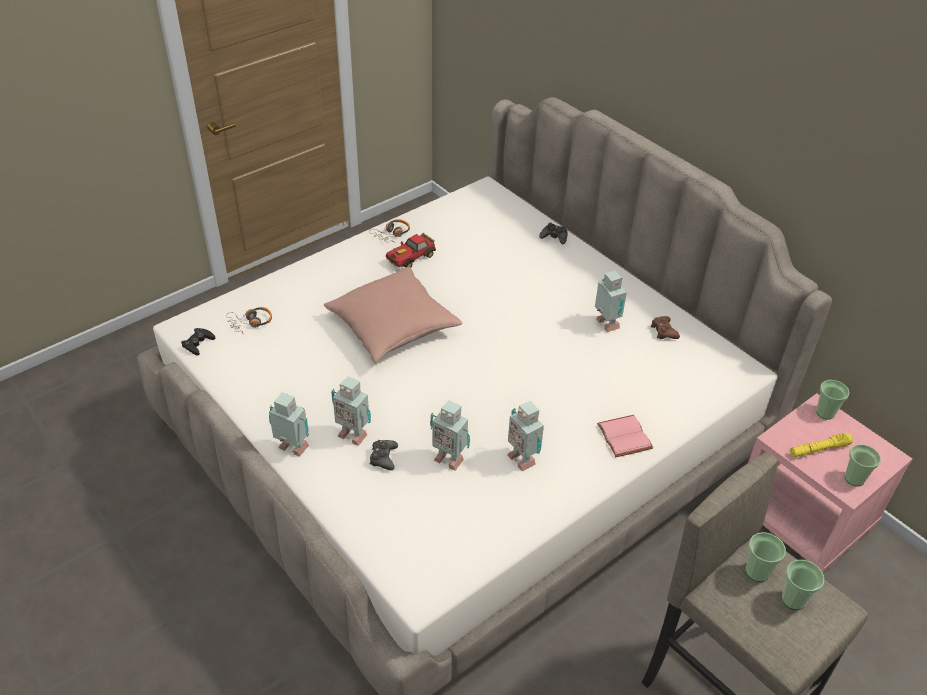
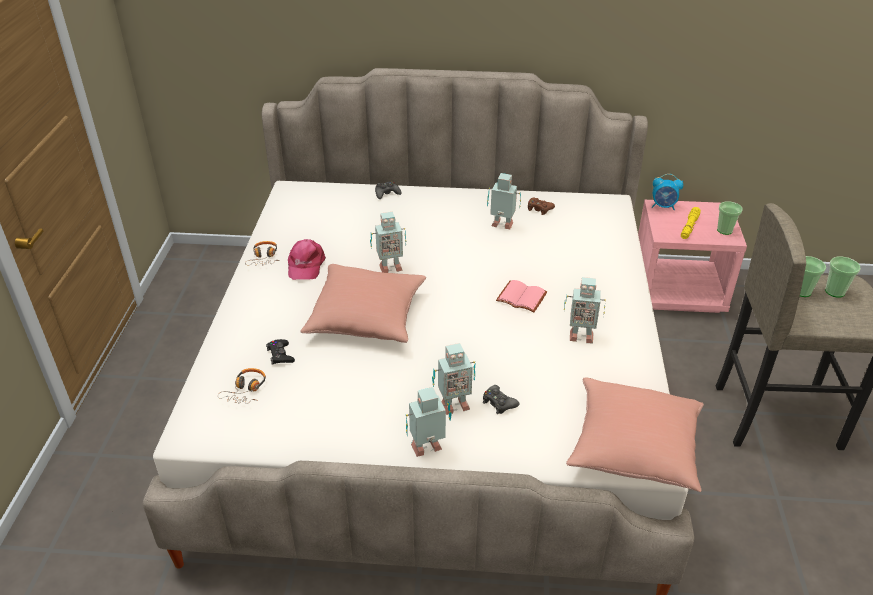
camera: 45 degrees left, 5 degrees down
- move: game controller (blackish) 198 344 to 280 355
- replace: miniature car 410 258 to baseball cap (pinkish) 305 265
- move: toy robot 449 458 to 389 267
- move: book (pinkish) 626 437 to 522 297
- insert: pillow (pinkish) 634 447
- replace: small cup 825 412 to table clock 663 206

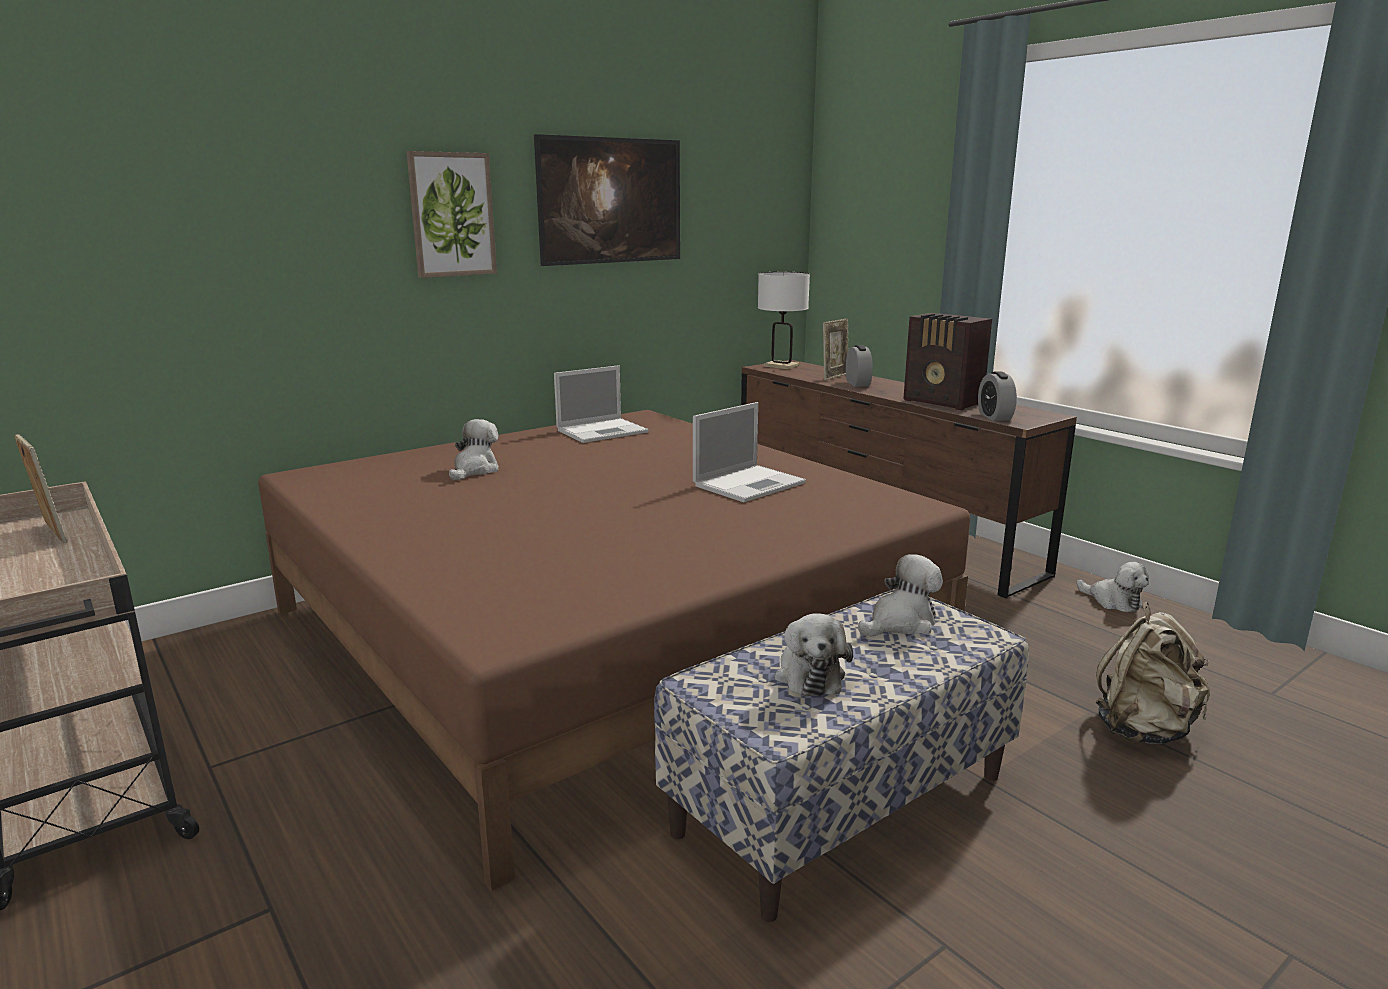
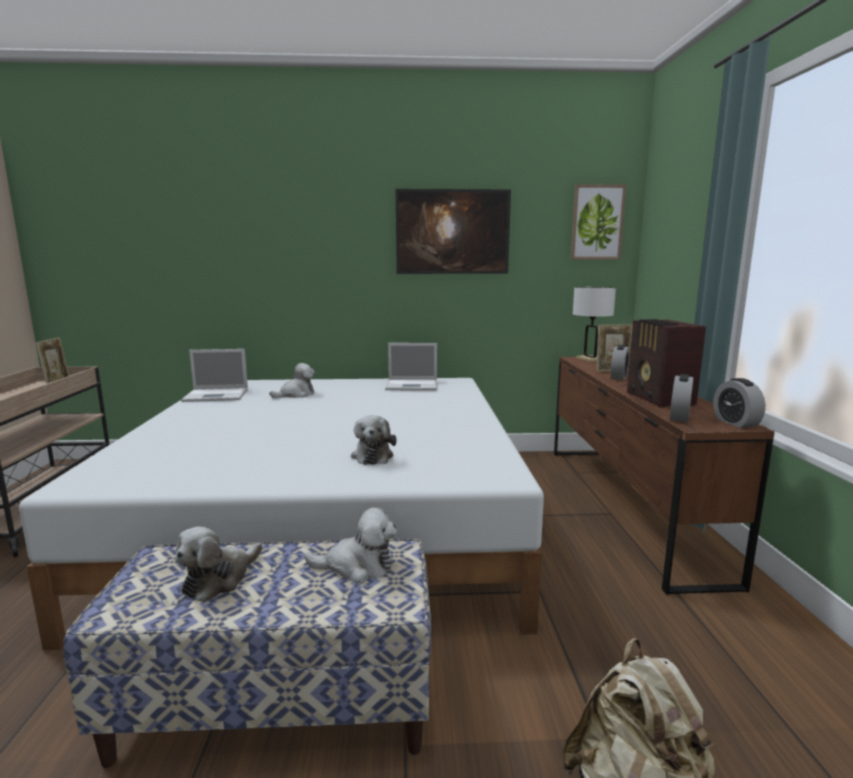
camera: 35 degrees right, 5 degrees down
- recolor: bedroom bed (brownish) 600 635 to bedroom bed (white-coloured) 329 519
- move: portable computer 750 484 to 217 395
- move: soft toy 1113 601 to 372 455
- move: picture 452 215 to 597 222
- insert: table clock 735 423

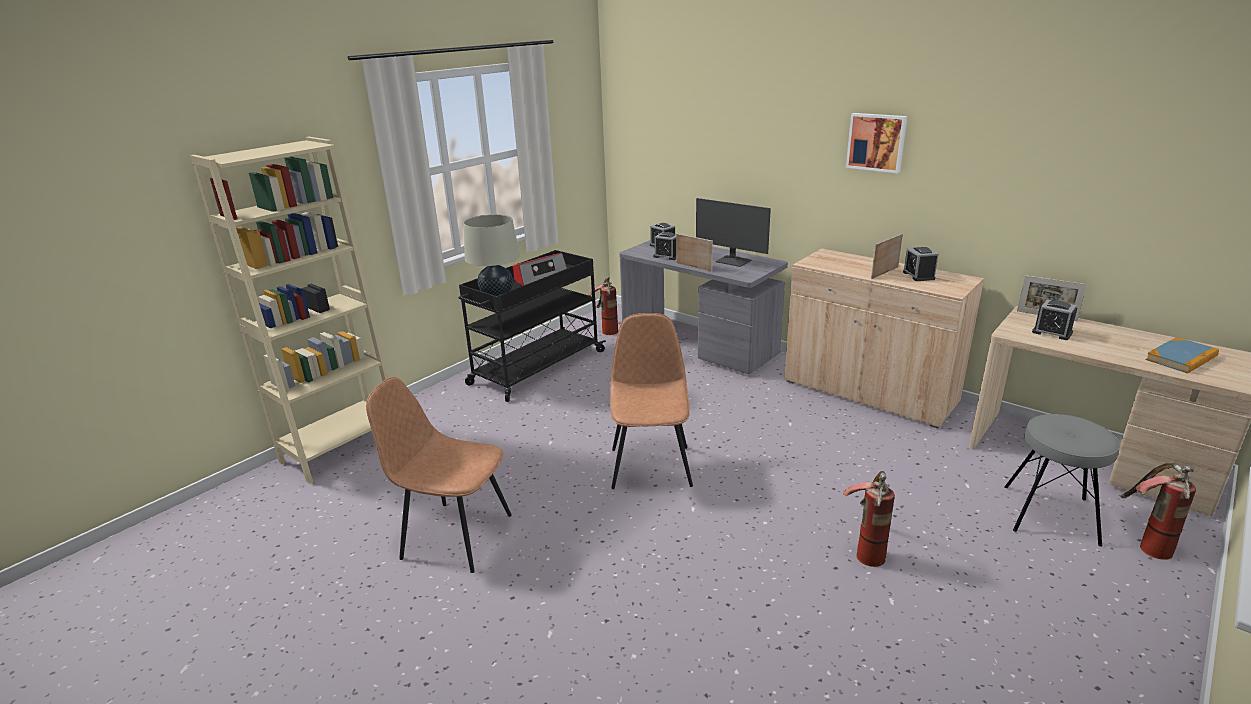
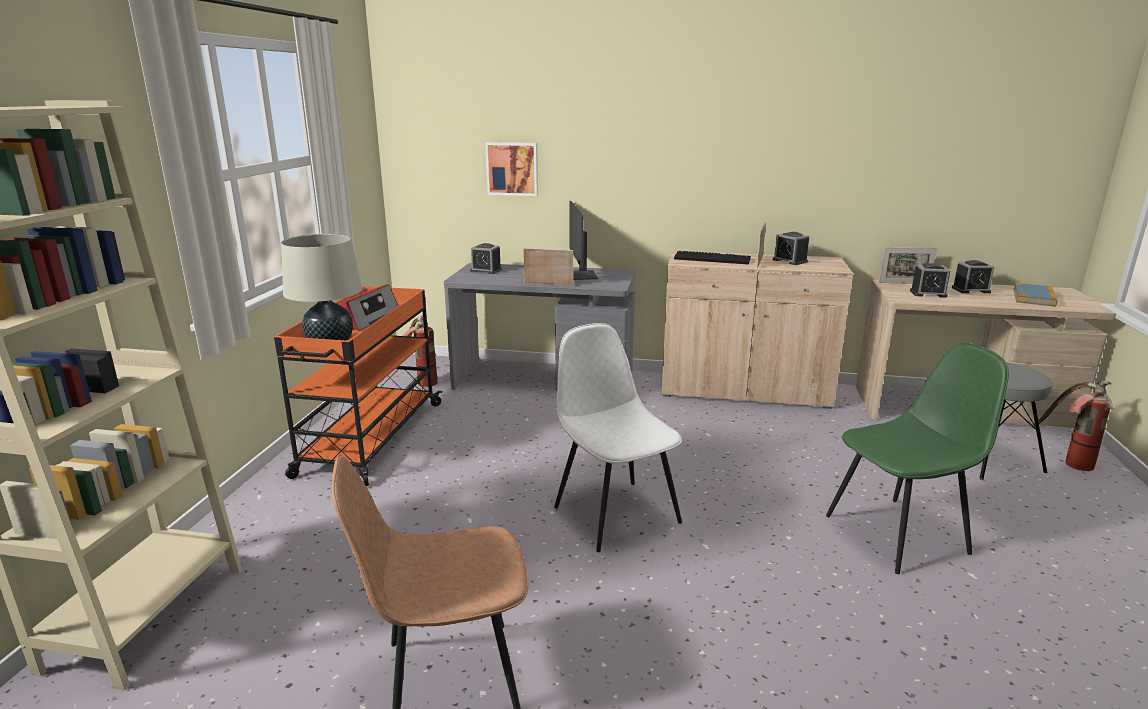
camera: 30 degrees left, 5 degrees down
- recolor: wheeled cart (blackish) 536 368 to wheeled cart (orangey) 370 439
- move: picture 876 142 to 512 168
- recolor: chair (brownish) 651 465 to chair (white-coloured) 615 513
- rotate: computer display 733 261 = 581 275 75 degrees clockwise
- insert: PC keyboard 713 259
- replace: fire extinguisher 865 549 to chair (green-coloured) 899 534
- move: table clock 667 256 to 970 290

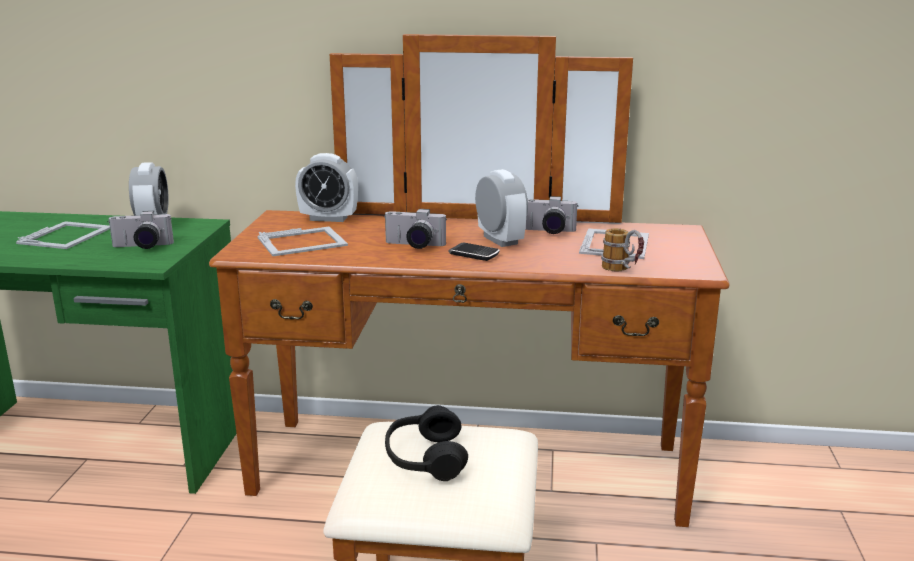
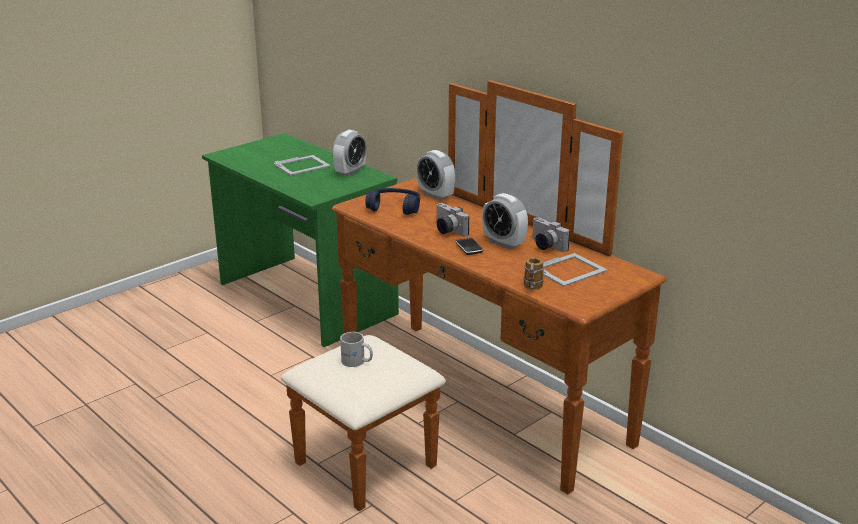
camera: 40 degrees right, 5 degrees up
- replace: pair of headphones (blackish) 425 458 to mug (white-coloured) 356 362
- replace: picture frame 303 241 to pair of headphones (blue-coloured) 394 208
- rotate: table clock 500 240 = 504 243 120 degrees clockwise
- delete: still camera 142 247

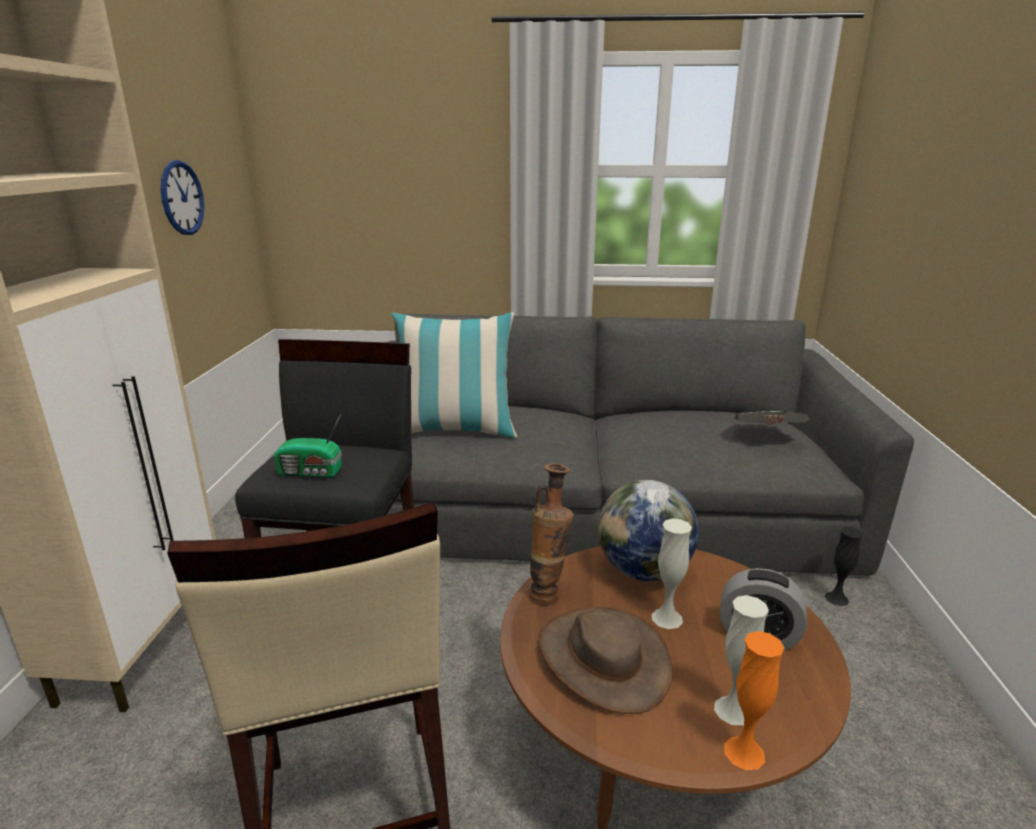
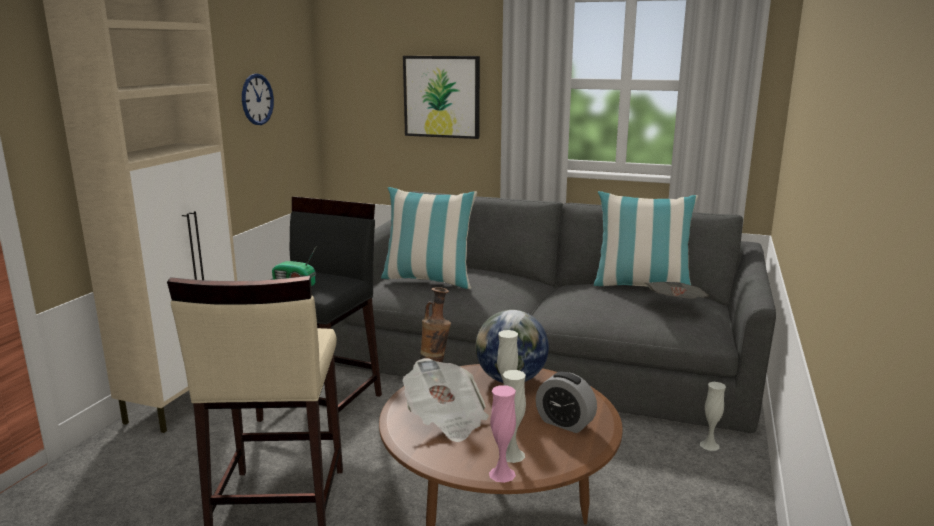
camera: 15 degrees right, 5 degrees down
- insert: picture 442 97
- replace: hat (brownish) 603 659 to printed paper 446 419
- recolor: flower vase (orangey) 744 752 to flower vase (pinkish) 502 474
- insert: pillow 641 286
- recolor: flower vase (blackish) 836 598 to flower vase (white-coloured) 709 445

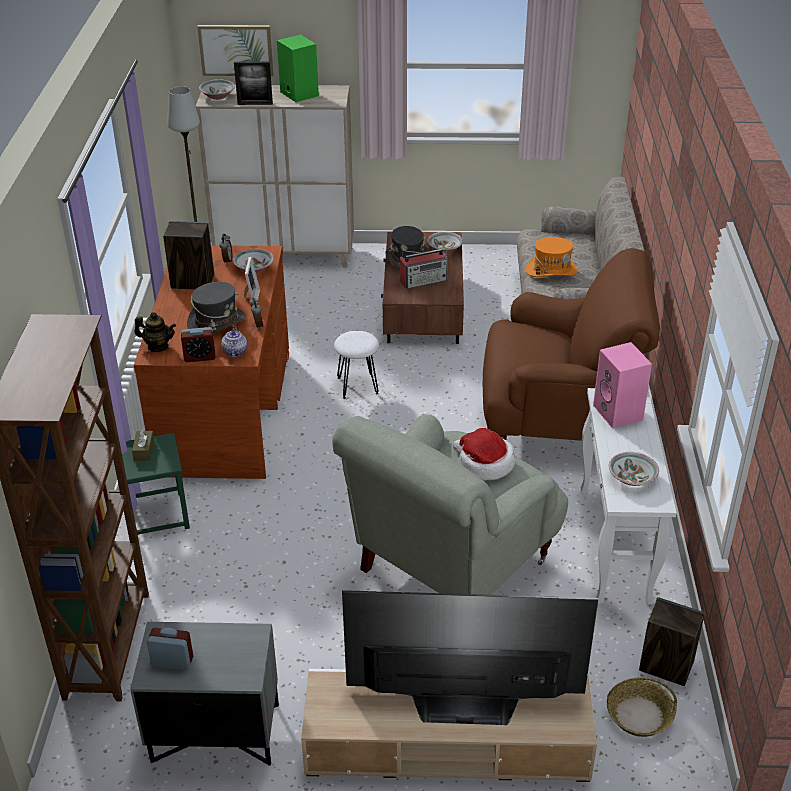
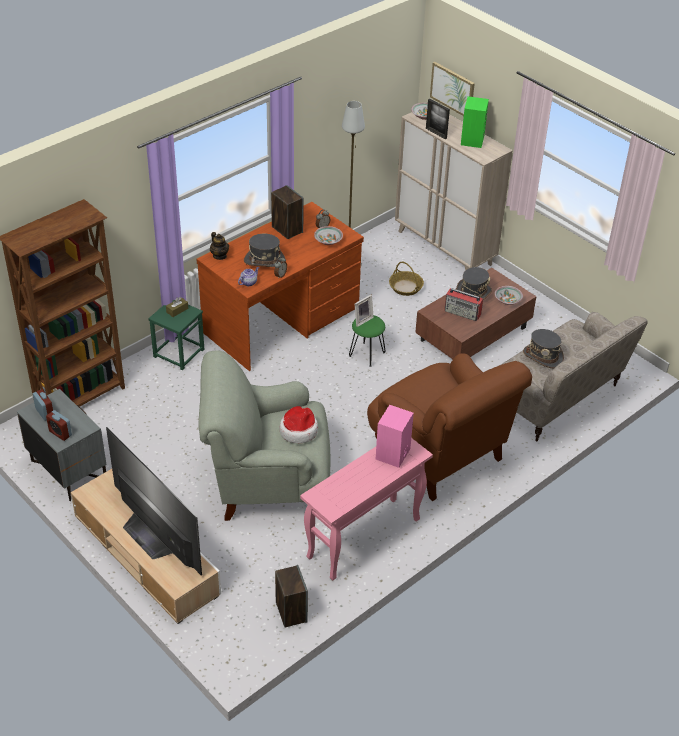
camera: 45 degrees right, 5 degrees up
- move: table clock 199 357 to 60 433
- recolor: hall table (white-coloured) 615 546 to hall table (pinkish) 363 539
- recolor: stool (white-coloured) 357 386 to stool (green-coloured) 366 354
- move: picture frame 250 298 to 362 320
- move: household basket 639 715 to 406 287
- recolor: hat (orangey) 551 271 to hat (greyish) 543 356
- delete: deep dish 632 478

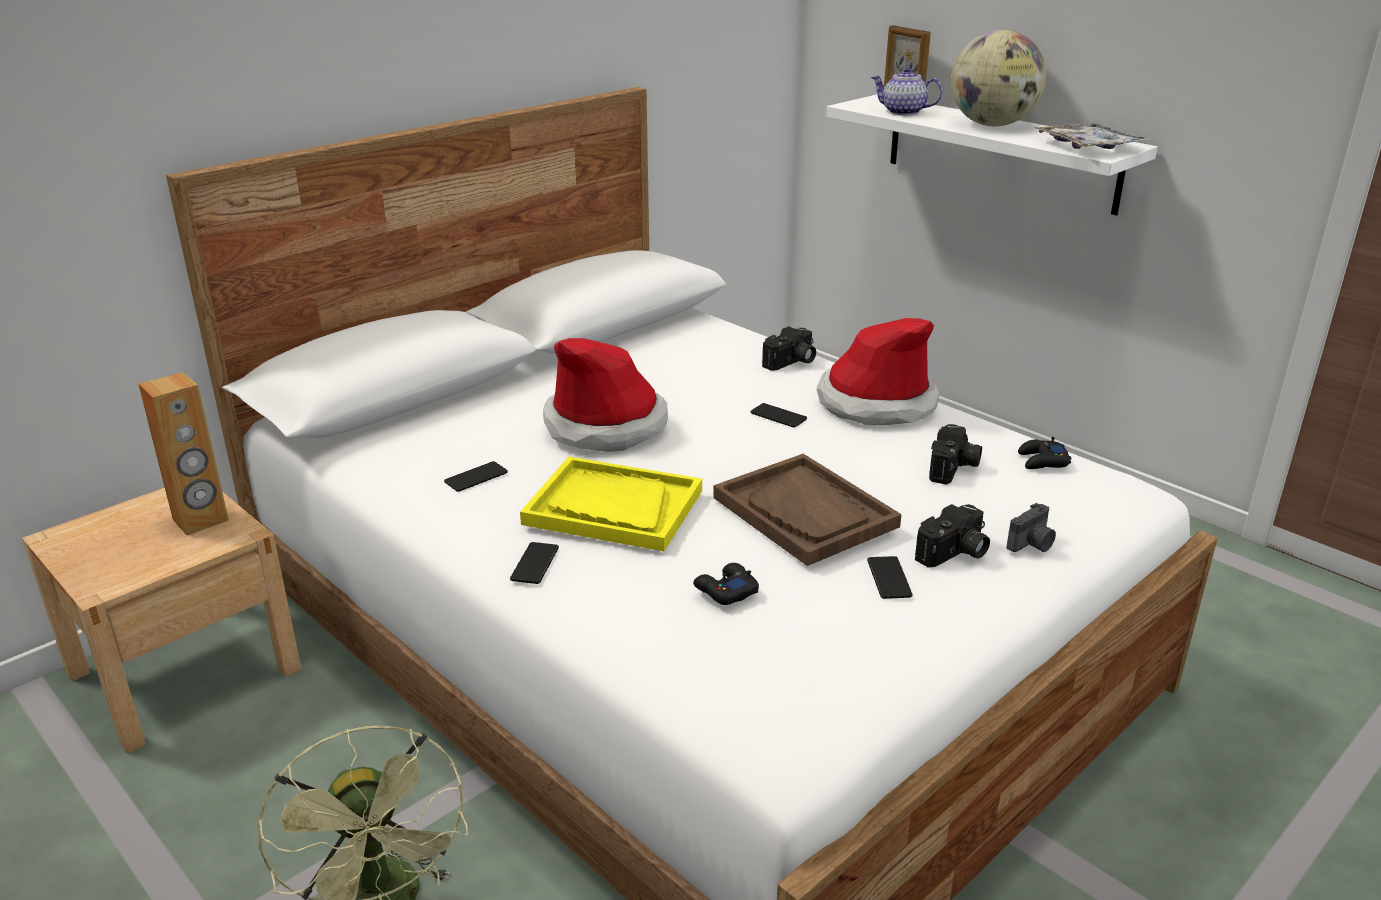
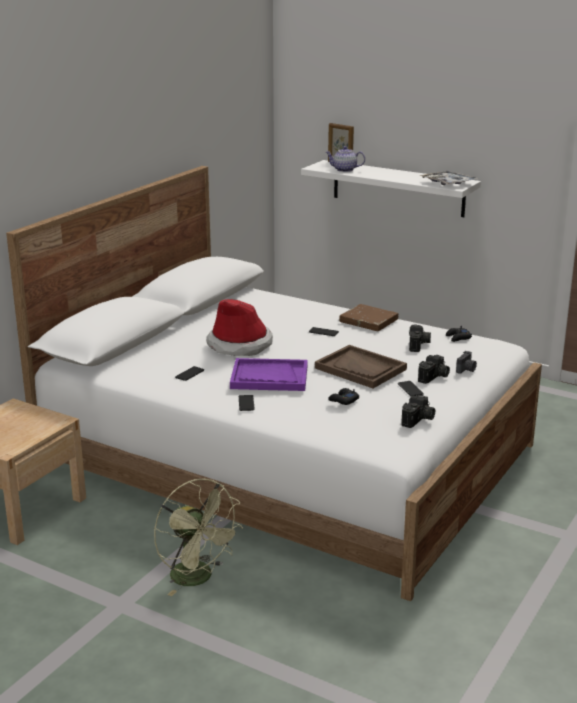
camera: 15 degrees left, 5 degrees down
- recolor: serving tray (yellow) 613 507 to serving tray (purple) 269 377
- replace: hat 876 403 to book (brownish) 368 321
- move: still camera 791 362 to 418 420
- delete: loudspeaker (brownish) 201 520
- delete: world globe 992 125

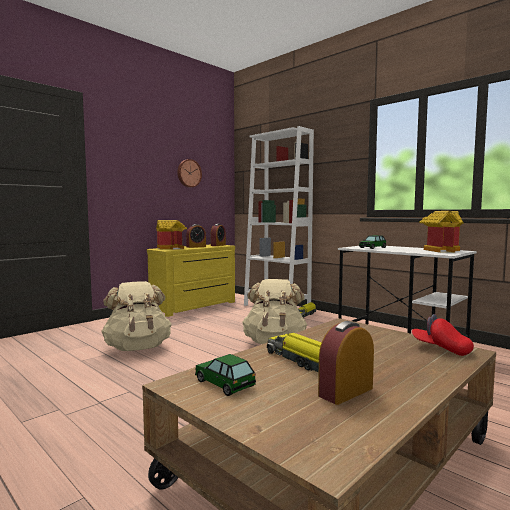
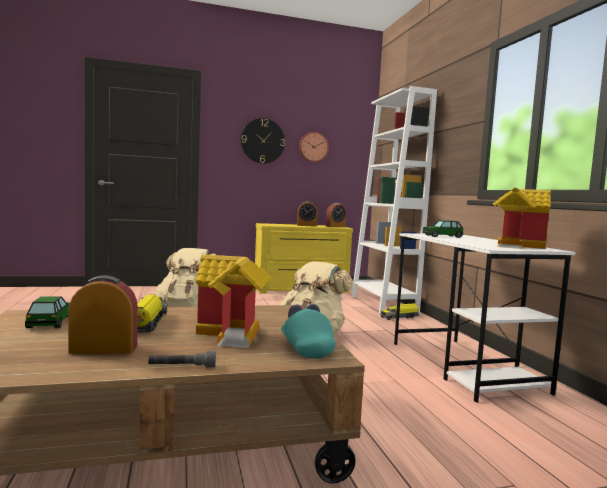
camera: 30 degrees right, 0 degrees up
- insert: hand torch (greyish) 182 367
- move: model house 173 248 to 234 335
- insert: hanging clock 262 141
- recolor: baseball cap (red) 441 349 to baseball cap (blue-green) 306 348

